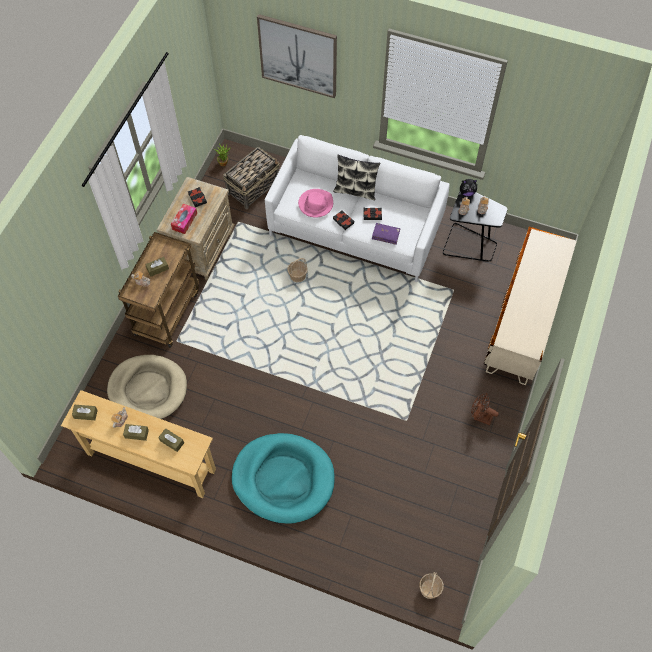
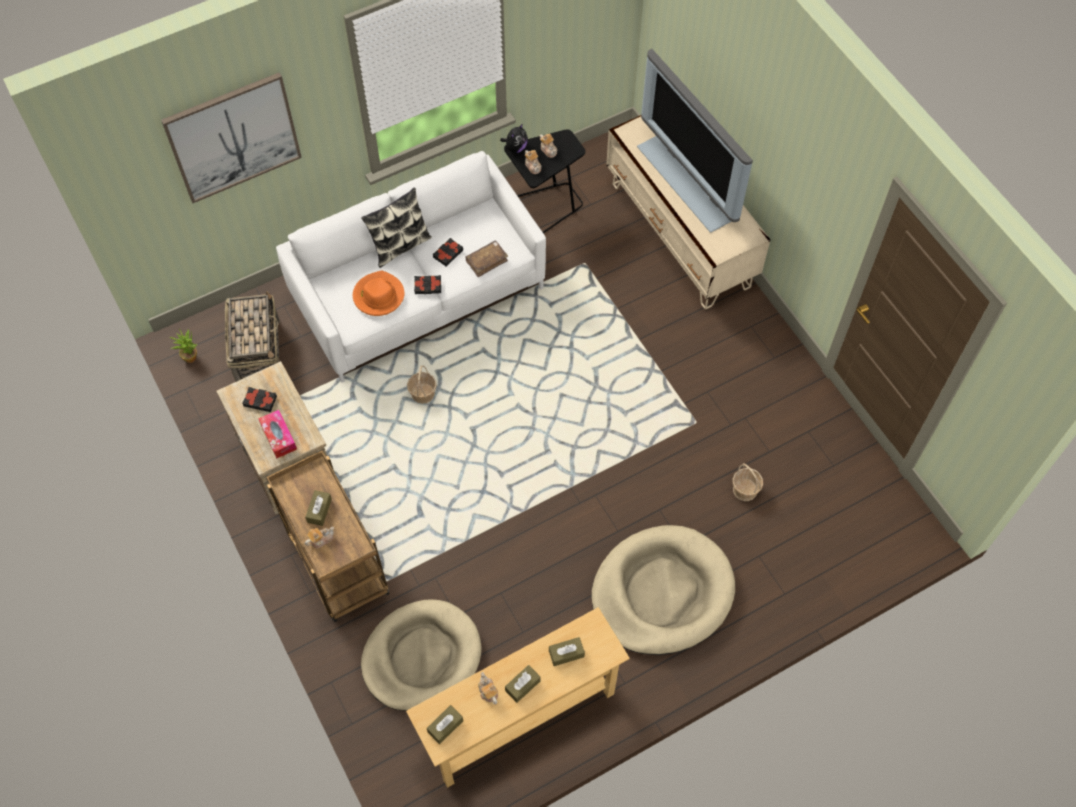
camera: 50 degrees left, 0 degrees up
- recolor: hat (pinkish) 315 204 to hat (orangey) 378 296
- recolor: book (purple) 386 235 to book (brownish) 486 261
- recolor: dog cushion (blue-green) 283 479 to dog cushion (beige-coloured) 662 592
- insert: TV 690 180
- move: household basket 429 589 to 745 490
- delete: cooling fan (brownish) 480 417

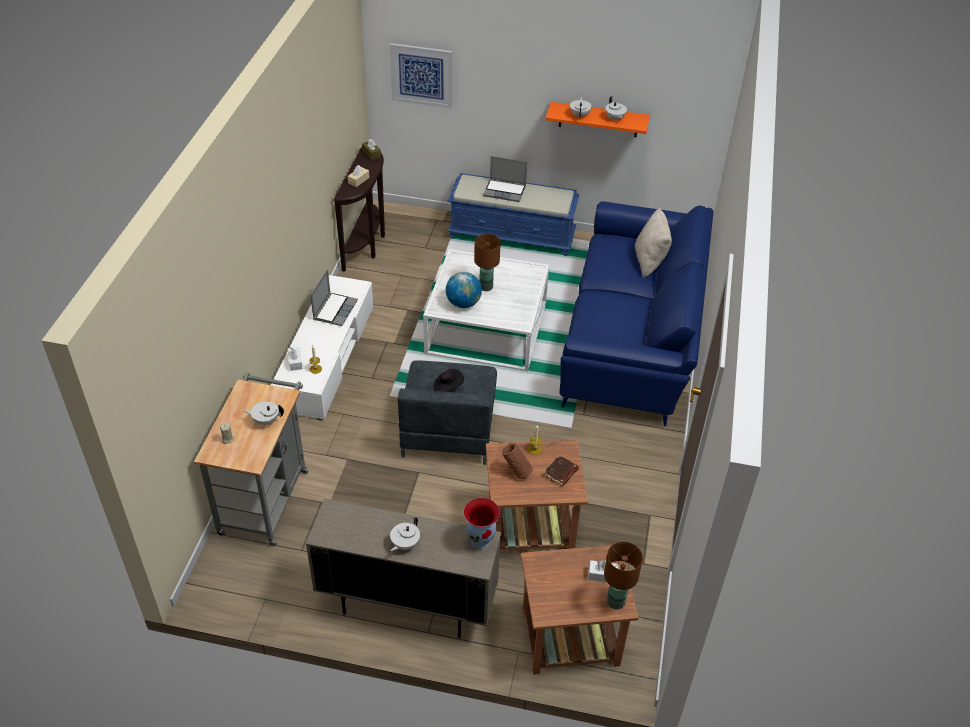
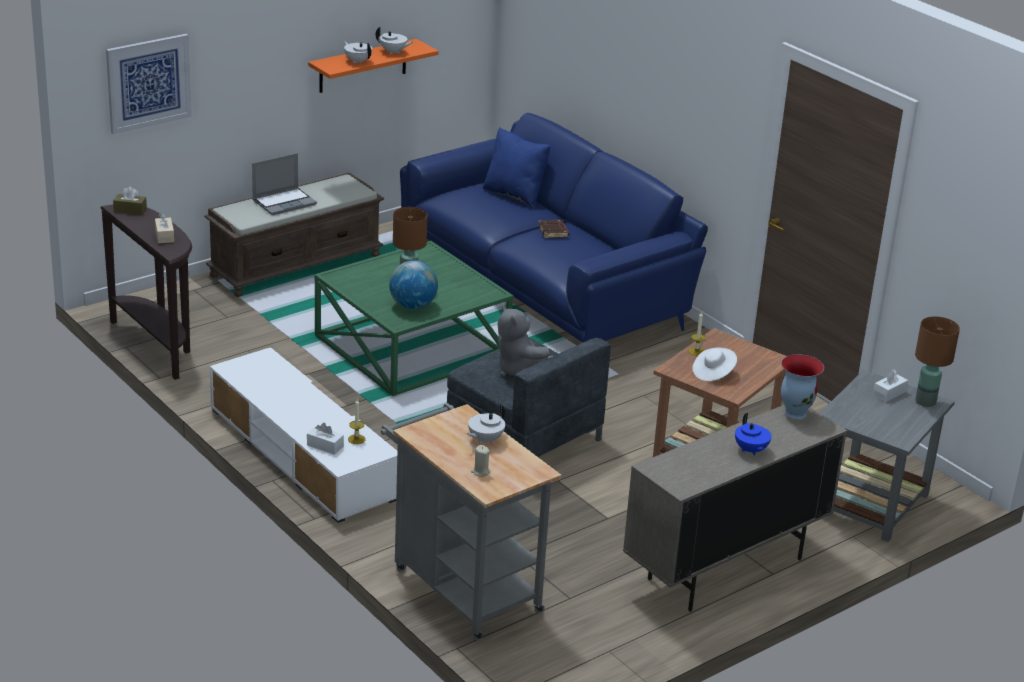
camera: 50 degrees left, 15 degrees down
- recolor: indoor bench (blue-coloured) 512 235 to indoor bench (brownish) 296 265
- recolor: lounge table (white-coloured) 487 328 to lounge table (green-coloured) 412 346
- recolor: pillow (beige-coloured) 650 261 to pillow (blue-coloured) 515 194
- replace: hat (blackish) 448 387 to soft toy (greyish) 520 370
- move: book (brownish) 561 473 to 553 232
- replace: flower vase (brownish) 516 472 to hat (white-coloured) 713 373
- recolor: teapot (white-coloured) 404 544 to teapot (blue-coloured) 750 450
- recolor: accent table (brownish) 568 637 to accent table (greyish) 868 503
- delete: portable computer 335 310

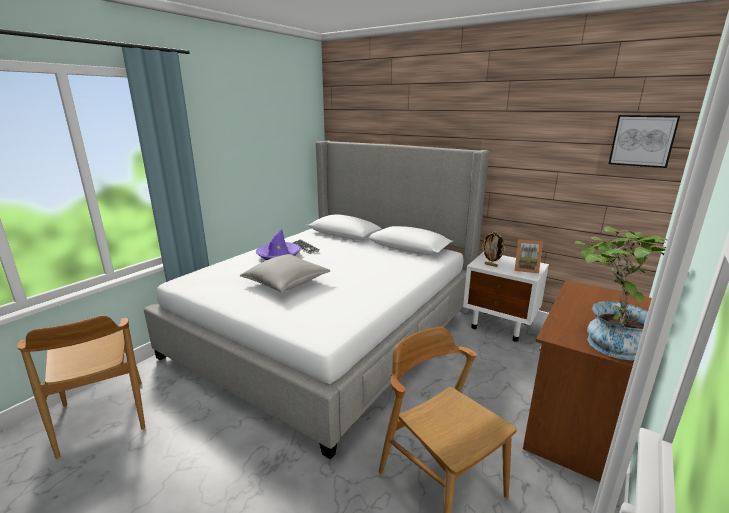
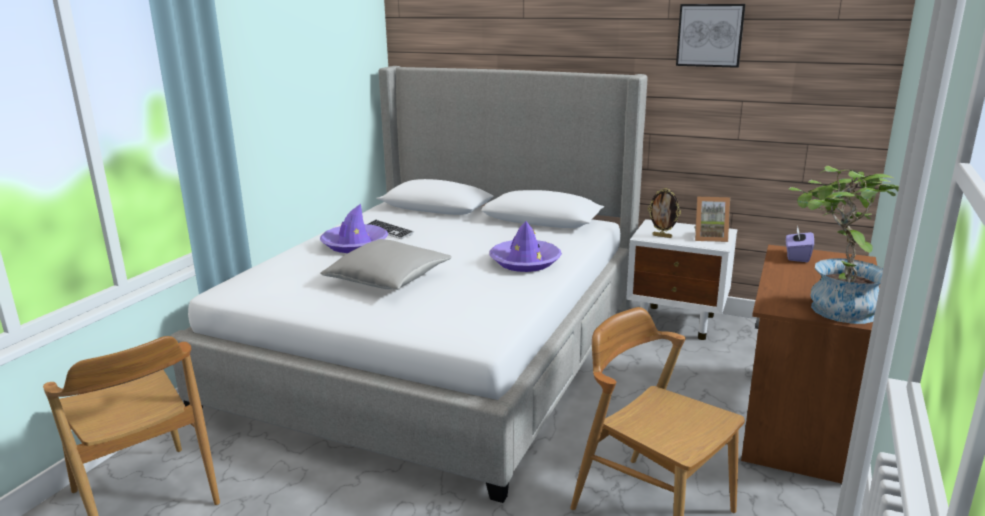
camera: 10 degrees left, 0 degrees up
- insert: hat (purple) 525 262
- move: picture 642 141 to 710 35
- insert: box of tissues (purple) 797 256

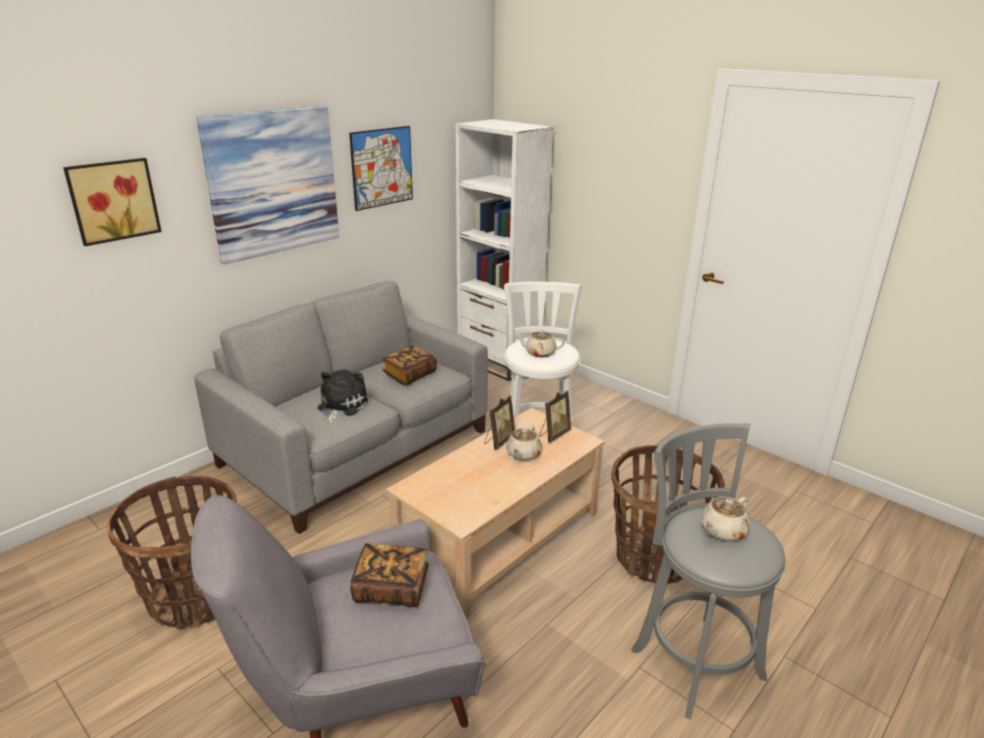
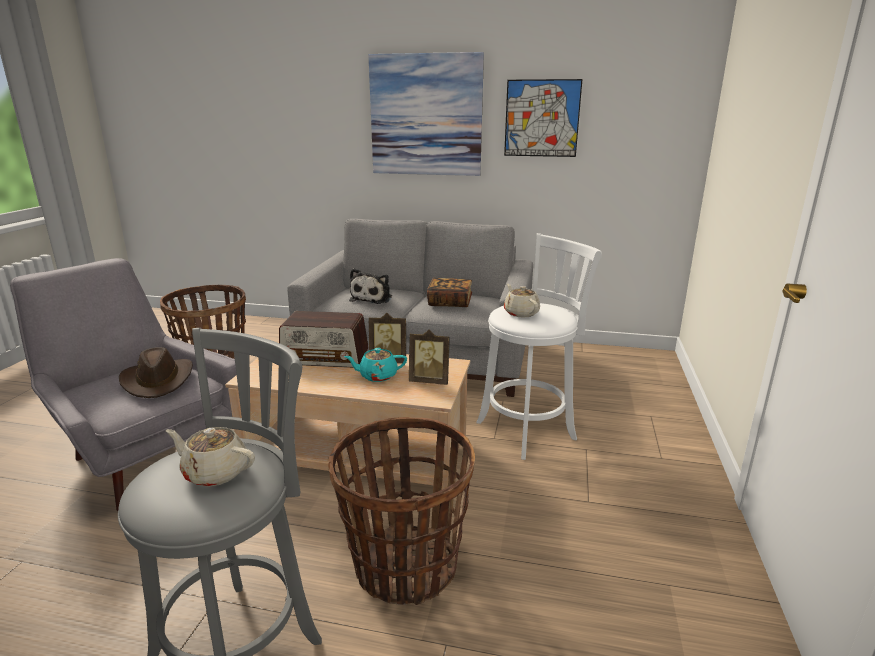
camera: 60 degrees right, 5 degrees down
- replace: book 391 588 to hat (brownish) 158 380
- insert: radio receiver 325 357
- recolor: teapot (beige-coloured) 523 454 to teapot (blue-green) 377 376
- rotate: soft toy 340 406 = 372 298 120 degrees clockwise
- delete: picture 112 200
- delete: bookshelf (white-coloured) 498 362

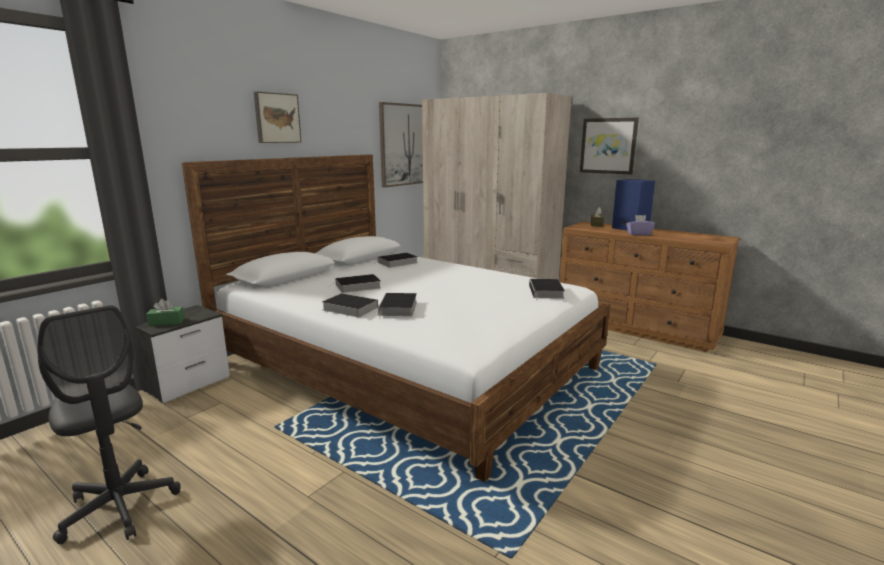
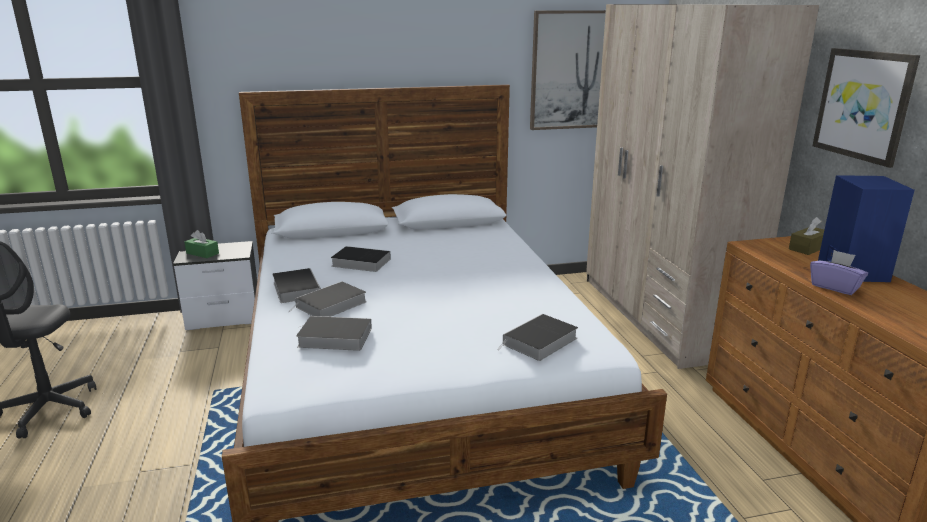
camera: 40 degrees right, 5 degrees up
- move: book 396 263 to 332 338
- delete: picture 276 118

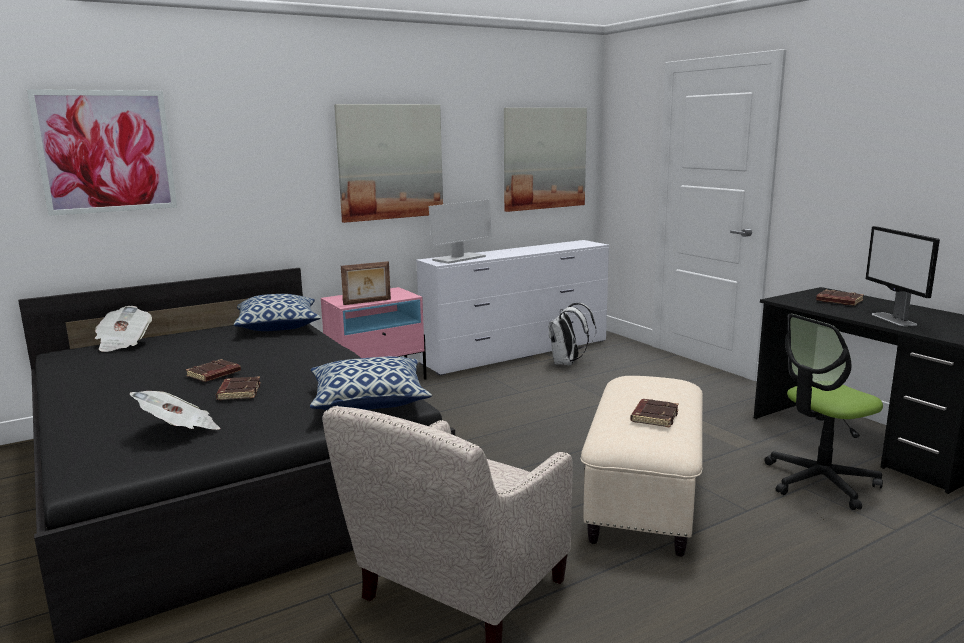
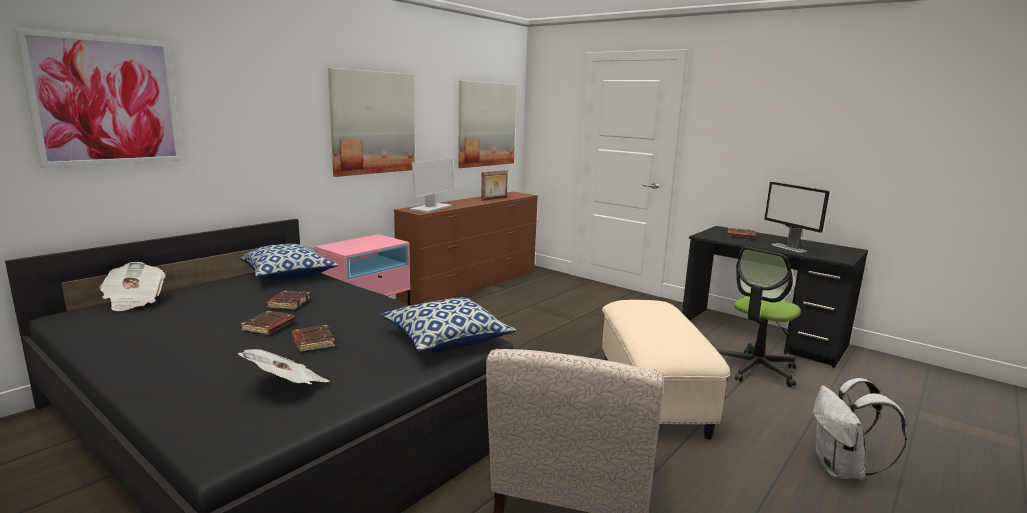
camera: 20 degrees left, 0 degrees up
- move: book (brownish) 654 417 to 288 303
- recolor: drawer chest (white-coloured) 518 352 to drawer chest (brownish) 471 285
- move: picture frame 367 302 to 494 199
- move: backpack (white-coloured) 567 363 to 842 470

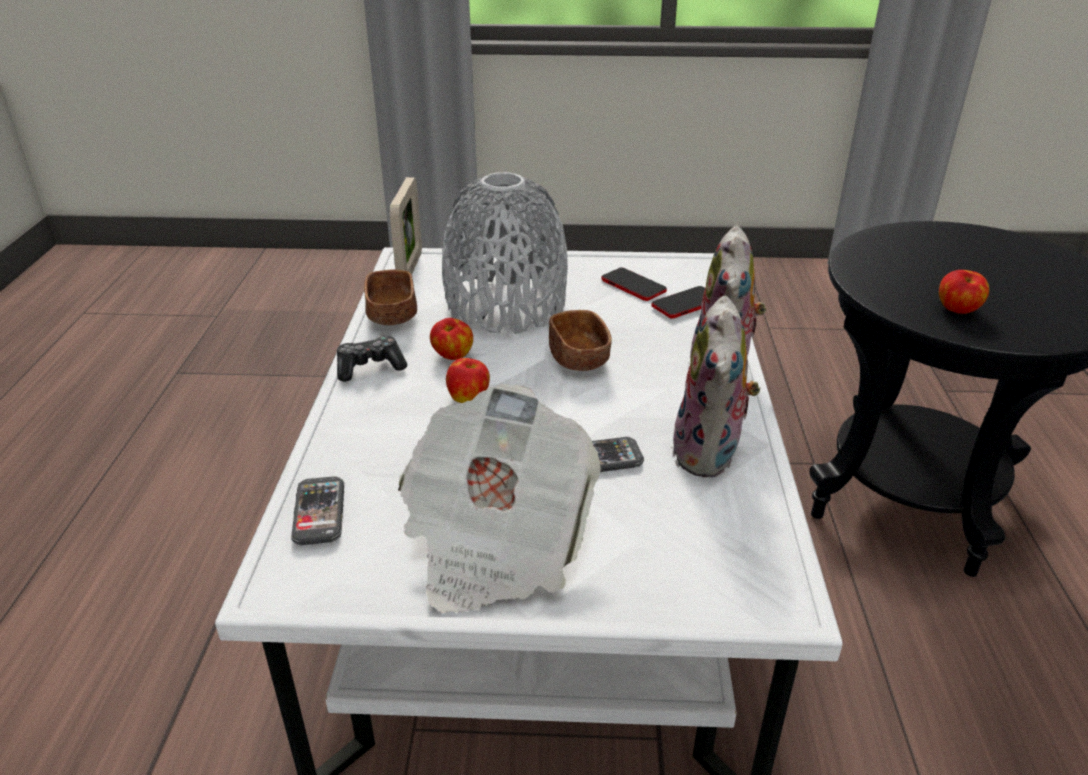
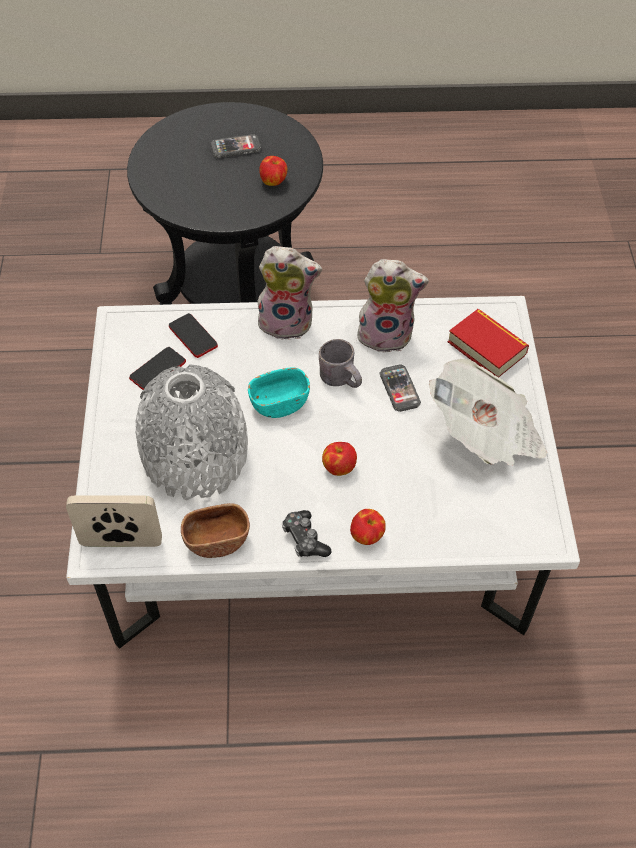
camera: 95 degrees left, 20 degrees up
- move: telephone 319 512 to 235 147
- recolor: deep dish (brownish) 579 359 to deep dish (blue-green) 279 403
- insert: mug (greyish) 343 377
- move: apple fruit 452 356 to 367 536
- insert: book 486 348

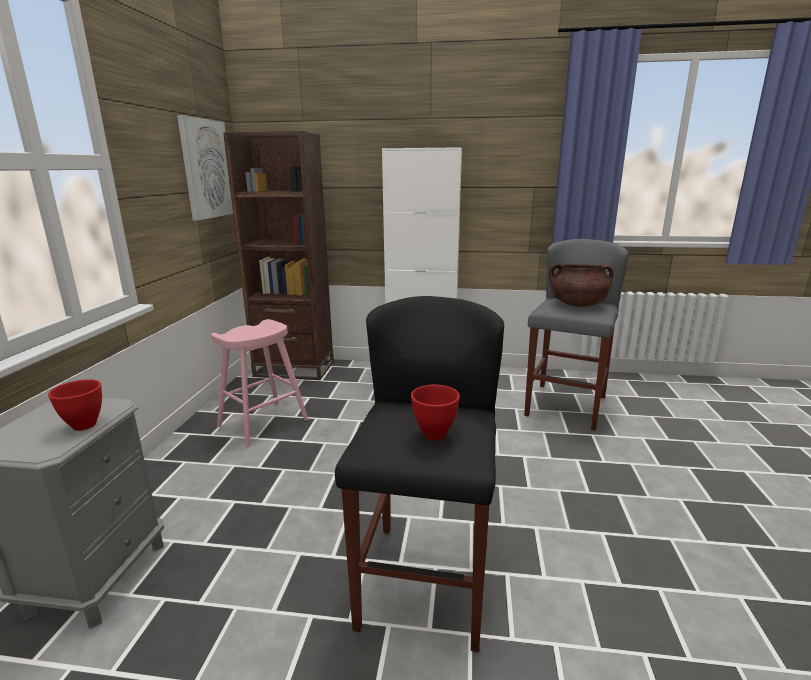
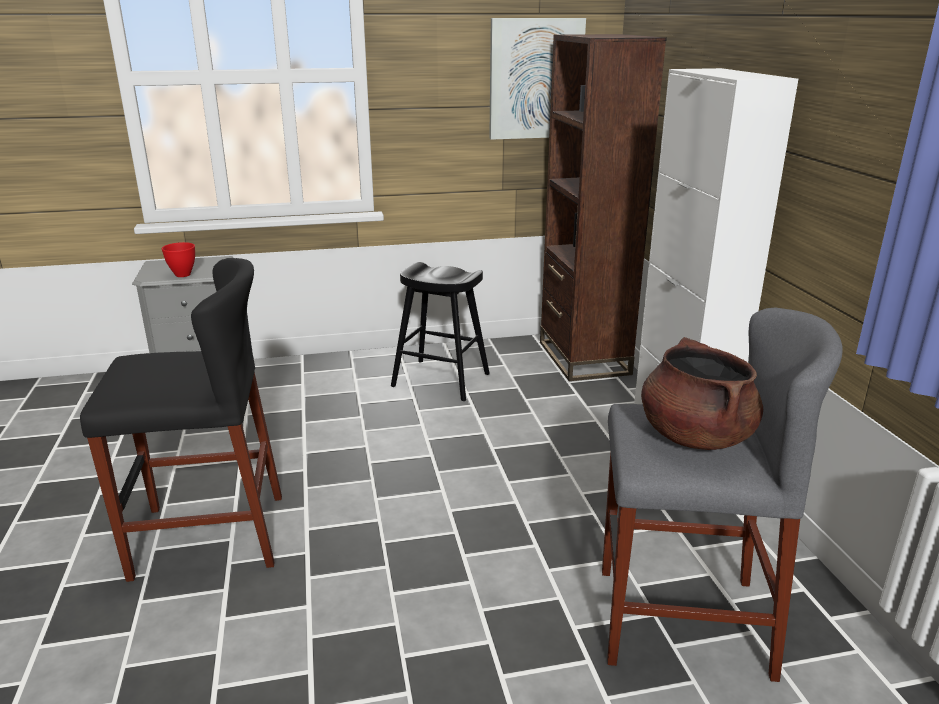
camera: 70 degrees right, 5 degrees up
- recolor: stool (pinkish) 263 423 to stool (blackish) 441 380
- delete: deep dish (red) 436 435

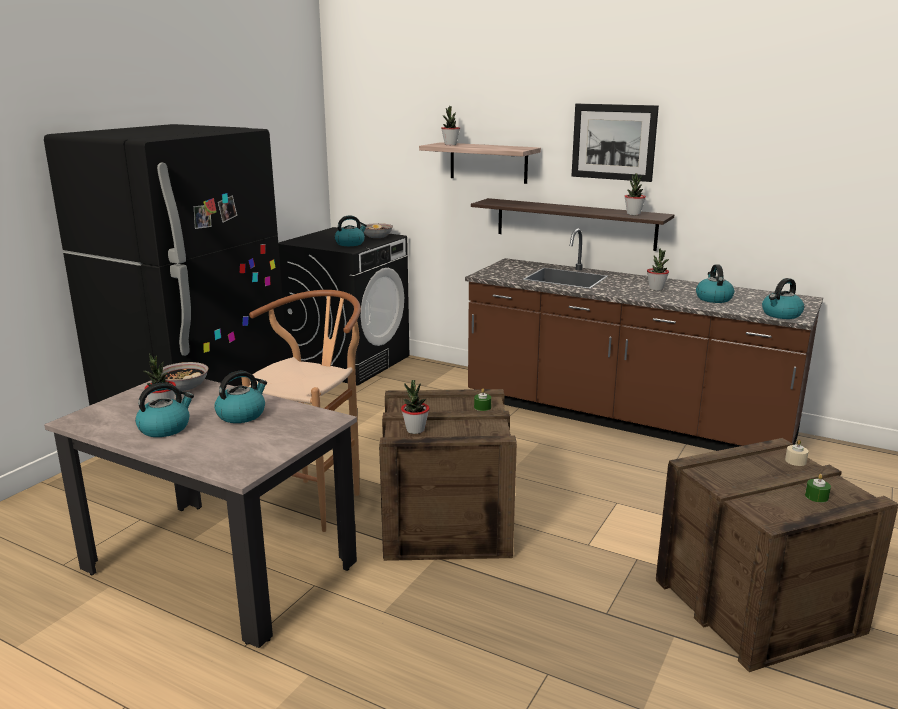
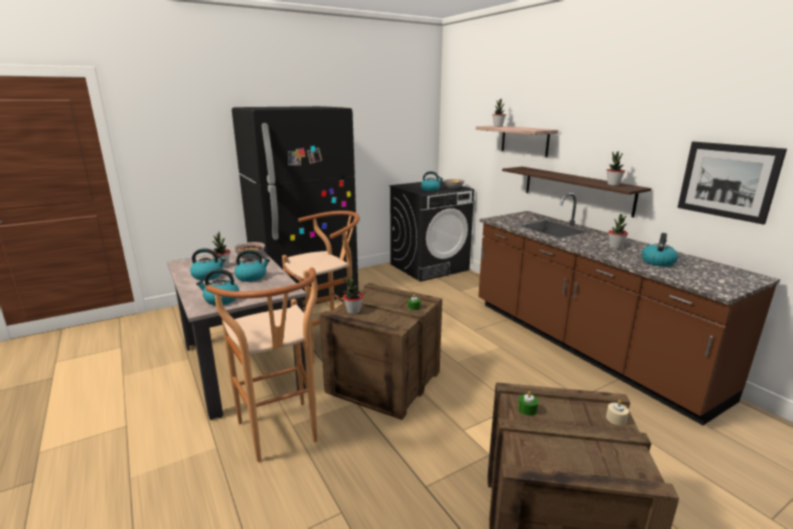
camera: 30 degrees right, 0 degrees up
- move: water kettle 781 314 to 221 300
- insert: stool (brownish) 281 436
- move: wax light (green-coloured) 816 496 to 527 409
- move: picture 613 142 to 727 180

